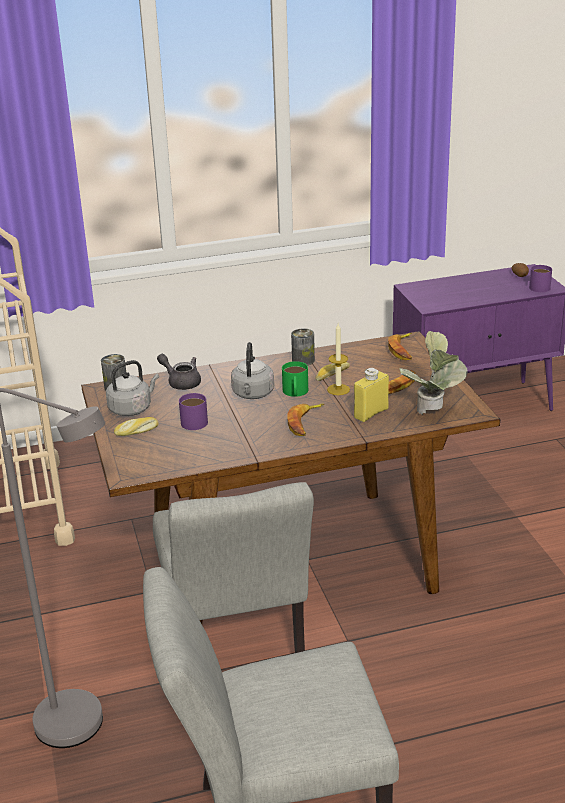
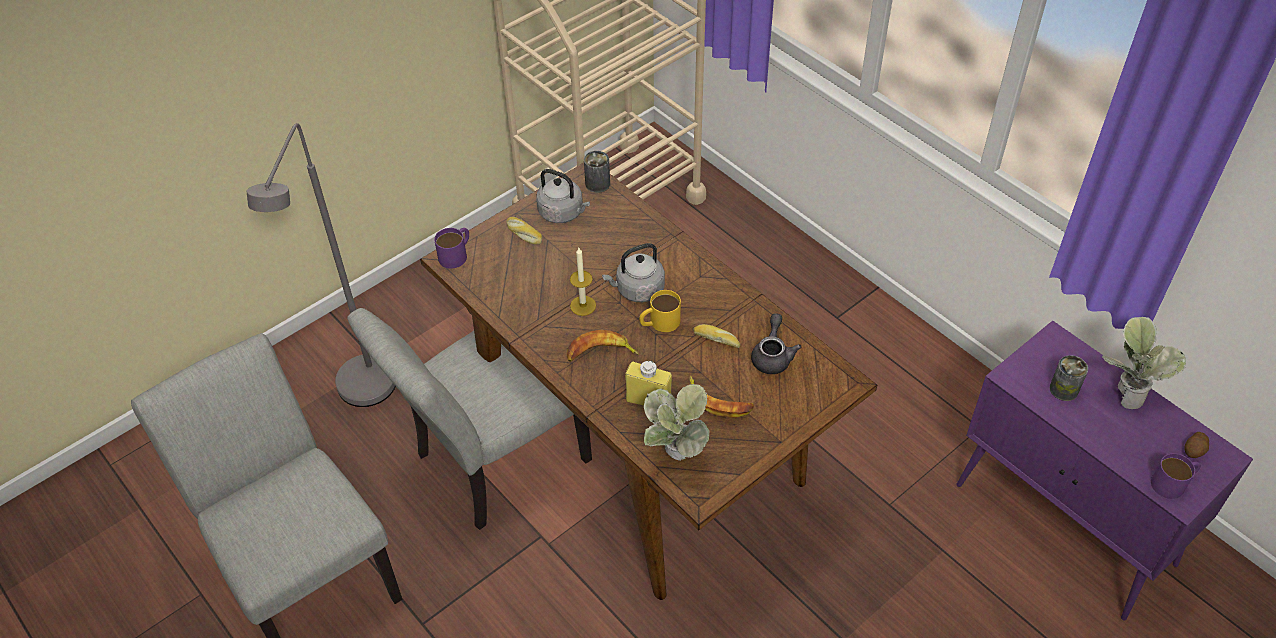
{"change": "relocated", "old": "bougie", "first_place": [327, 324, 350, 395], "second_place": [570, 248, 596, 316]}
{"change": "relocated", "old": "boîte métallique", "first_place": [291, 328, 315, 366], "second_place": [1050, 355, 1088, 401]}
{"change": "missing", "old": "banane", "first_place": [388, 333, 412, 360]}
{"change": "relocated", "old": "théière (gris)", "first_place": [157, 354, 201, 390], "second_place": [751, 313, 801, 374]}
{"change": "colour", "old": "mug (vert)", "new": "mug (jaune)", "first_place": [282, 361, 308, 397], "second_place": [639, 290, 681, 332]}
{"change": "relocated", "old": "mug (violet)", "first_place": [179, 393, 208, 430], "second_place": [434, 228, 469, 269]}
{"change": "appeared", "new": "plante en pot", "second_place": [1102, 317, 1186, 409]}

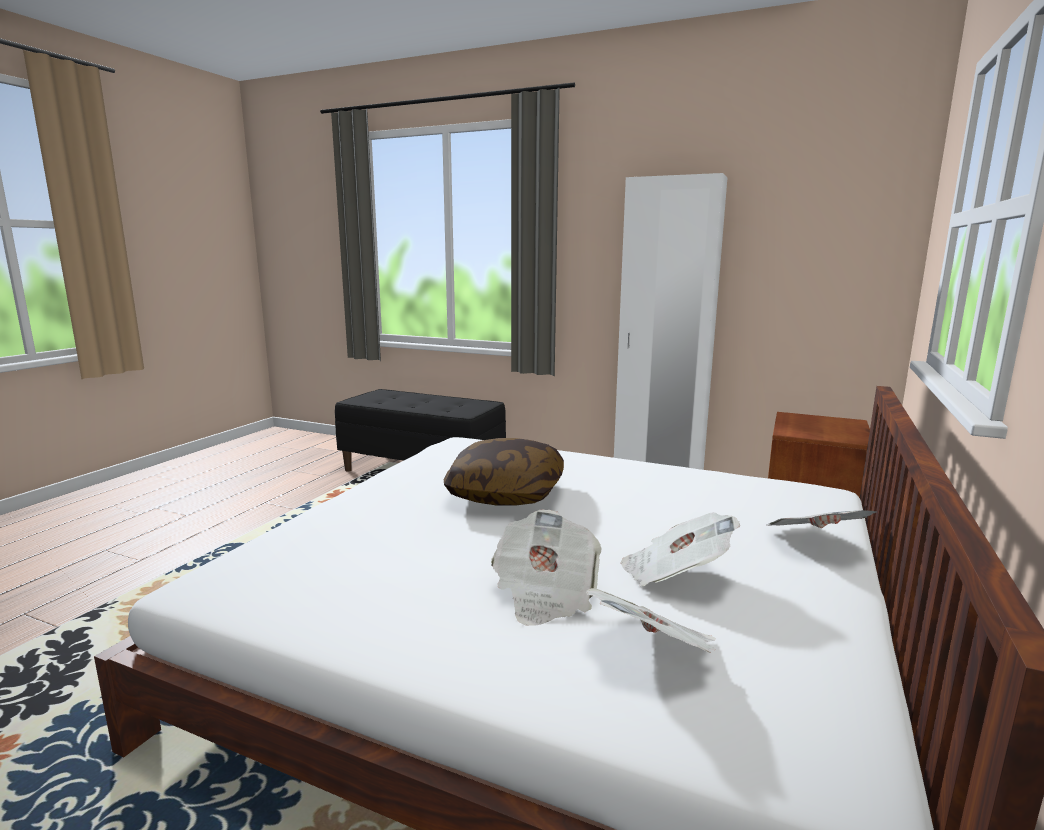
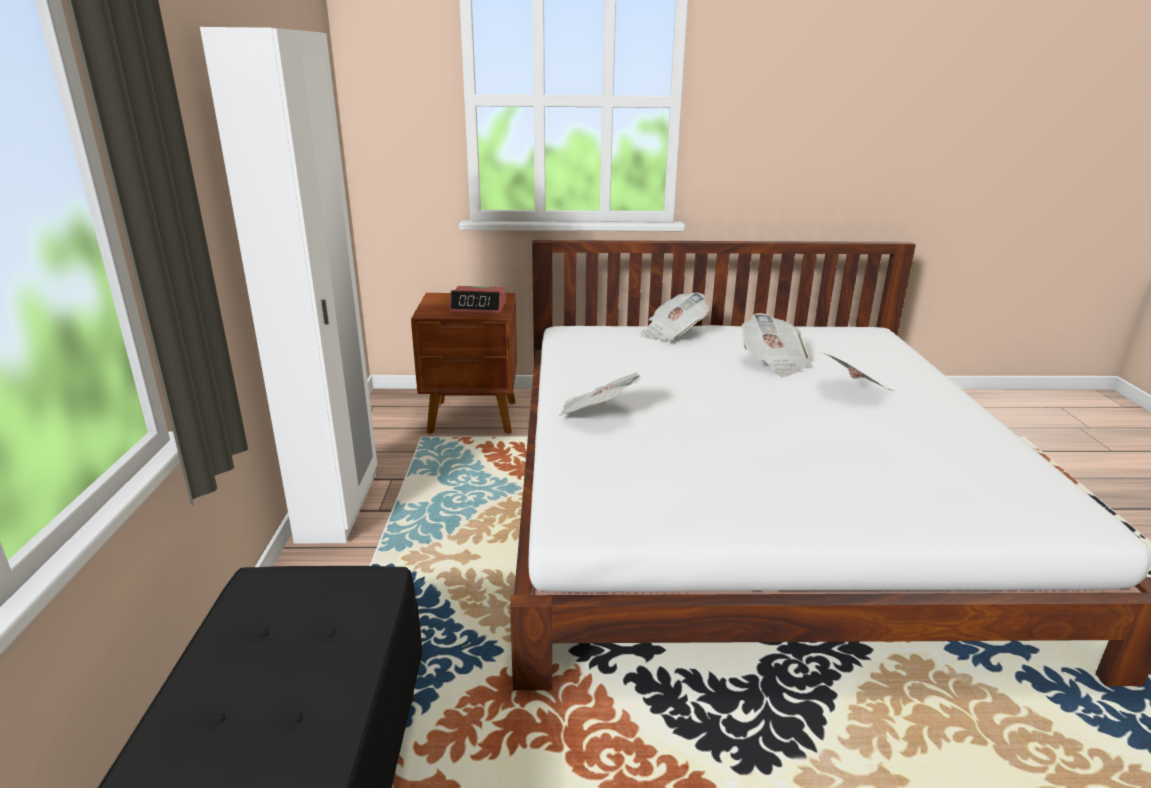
{"change": "missing", "old": "coussin", "first_place": [444, 438, 564, 506]}
{"change": "relocated", "old": "journal", "first_place": [586, 588, 716, 652], "second_place": [559, 372, 641, 416]}
{"change": "appeared", "new": "réveil", "second_place": [449, 286, 506, 314]}

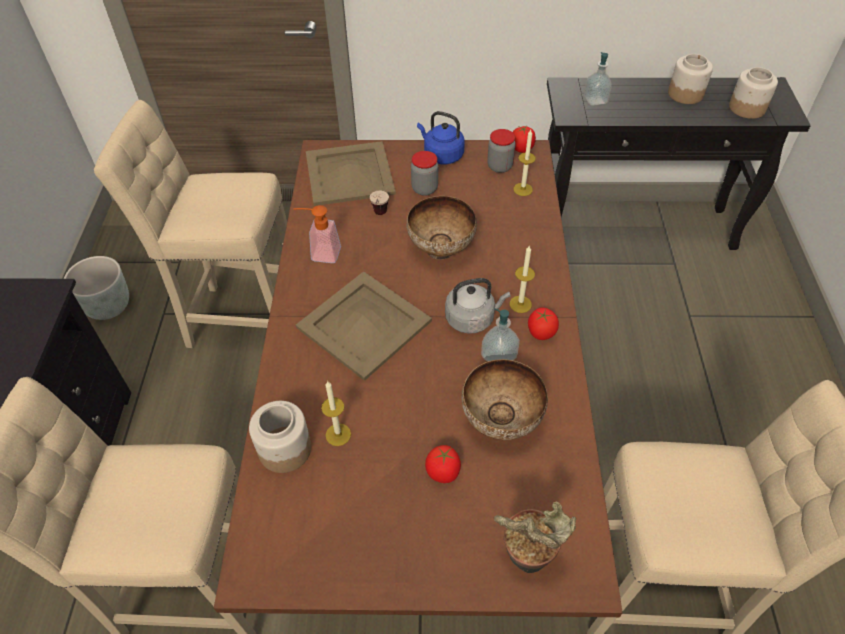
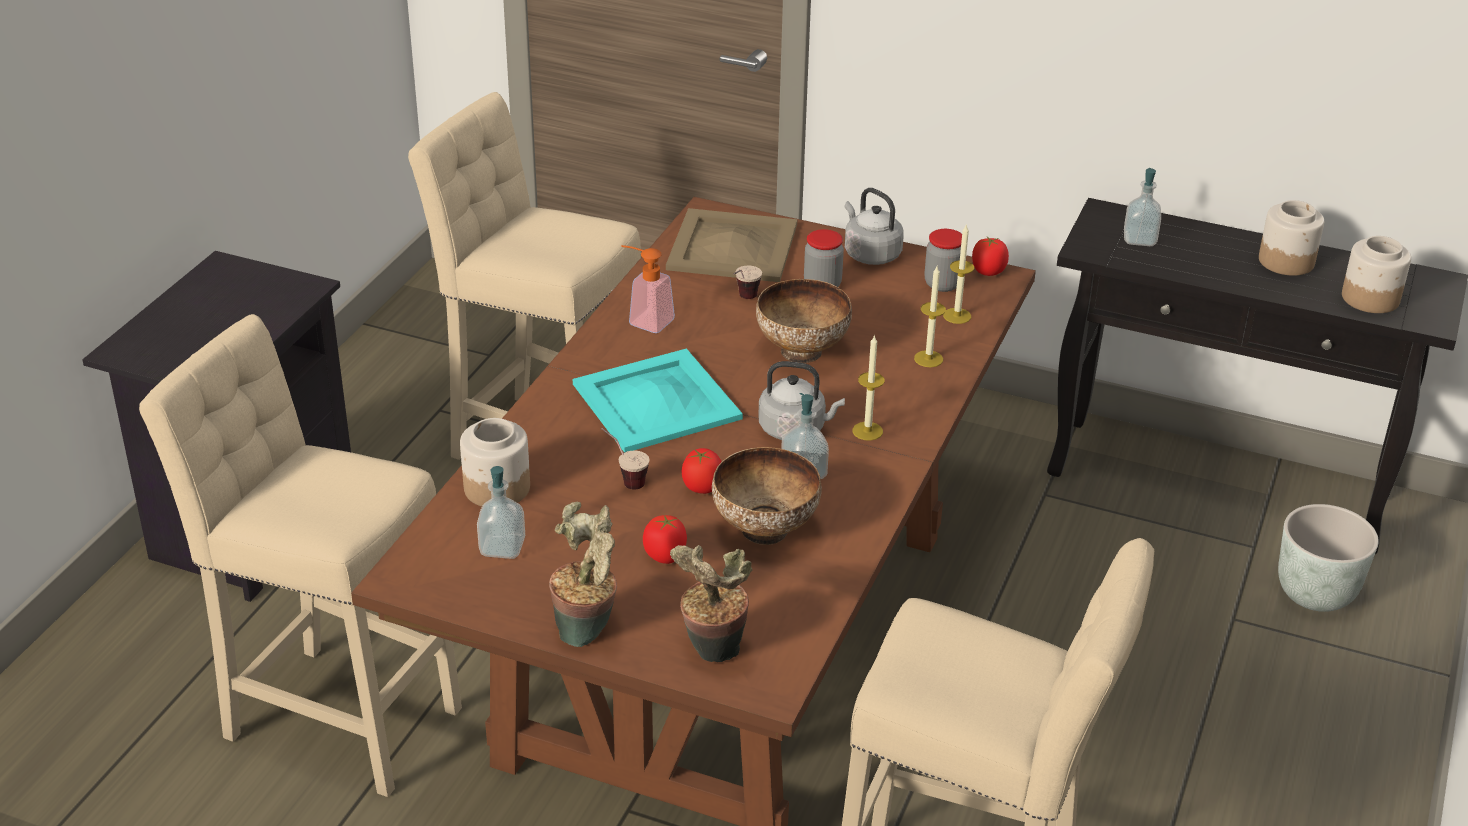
{"change": "colour", "old": "bouilloire (bleu)", "new": "bouilloire (gris)", "first_place": [417, 111, 465, 164], "second_place": [845, 188, 904, 265]}
{"change": "relocated", "old": "cache-pot (gris)", "first_place": [64, 256, 129, 320], "second_place": [1278, 504, 1379, 612]}
{"change": "colour", "old": "plateau (beige)", "new": "plateau (turquoise)", "first_place": [296, 271, 432, 381], "second_place": [573, 348, 743, 453]}
{"change": "relocated", "old": "tomate", "first_place": [528, 308, 559, 340], "second_place": [682, 448, 722, 494]}
{"change": "relocated", "old": "bougie", "first_place": [321, 381, 351, 446], "second_place": [914, 266, 946, 367]}
{"change": "appeared", "new": "tasse", "second_place": [601, 428, 649, 489]}
{"change": "appeared", "new": "distributeur de savon", "second_place": [477, 466, 525, 559]}
{"change": "appeared", "new": "plante en pot", "second_place": [549, 502, 617, 647]}

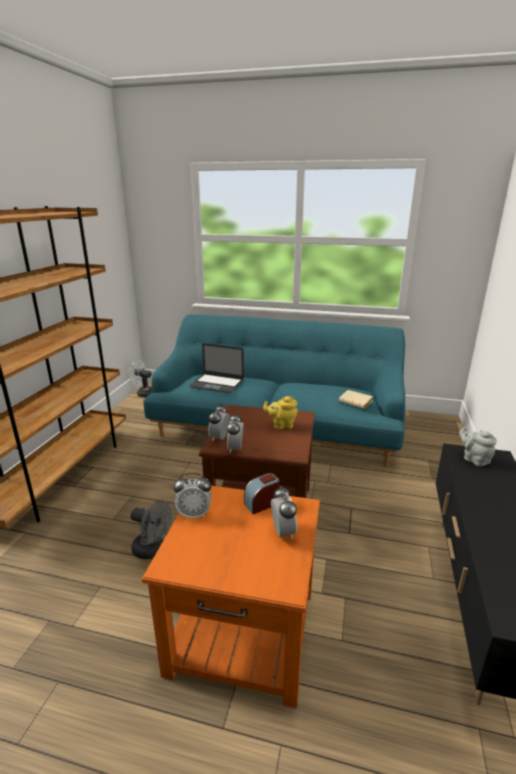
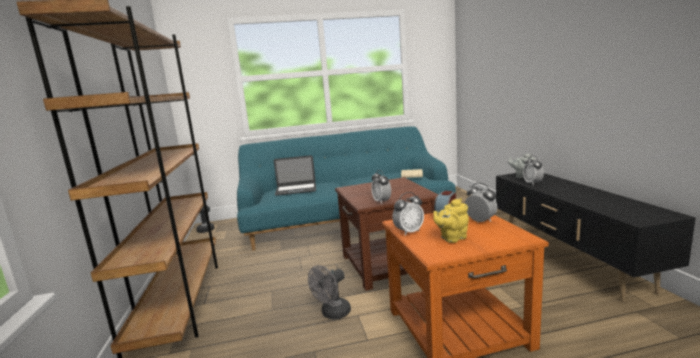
{"change": "relocated", "old": "théière (jaune)", "first_place": [263, 396, 298, 430], "second_place": [433, 198, 469, 243]}
{"change": "relocated", "old": "réveil", "first_place": [208, 403, 230, 441], "second_place": [523, 156, 544, 185]}
{"change": "spun", "old": "ventilateur (gris)", "first_place": [131, 500, 172, 559], "second_place": [308, 265, 351, 320], "degrees": 135}

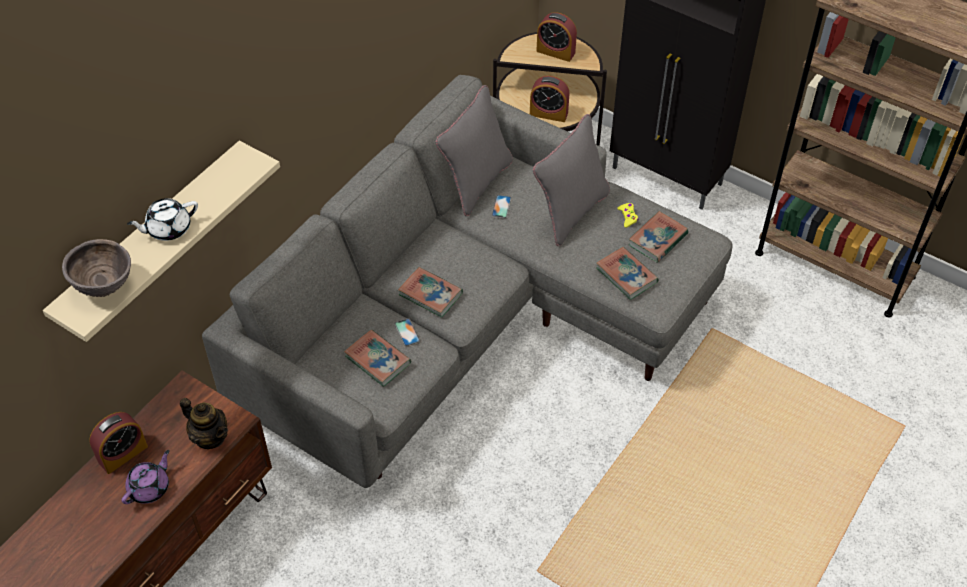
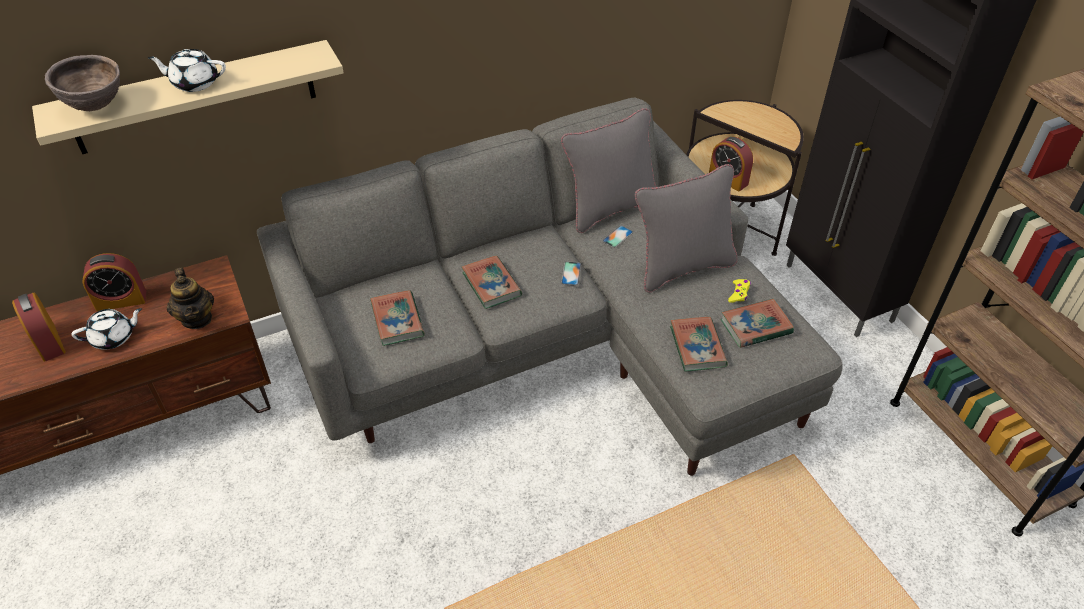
{"change": "relocated", "old": "réveil", "first_place": [537, 12, 577, 62], "second_place": [12, 293, 66, 362]}
{"change": "relocated", "old": "téléphone", "first_place": [395, 318, 420, 346], "second_place": [561, 262, 581, 286]}
{"change": "colour", "old": "théière (violet)", "new": "théière (blanc)", "first_place": [121, 450, 170, 504], "second_place": [71, 308, 142, 350]}

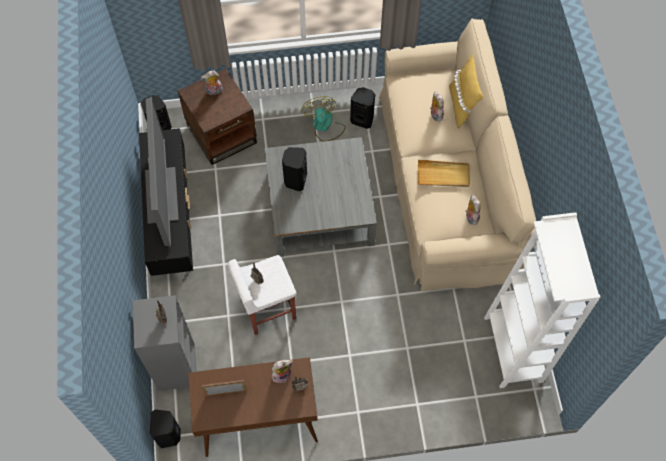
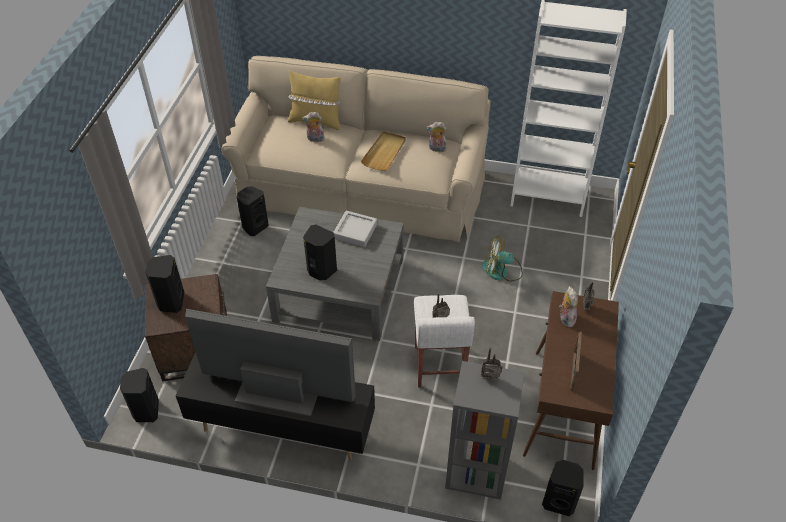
{"change": "exchanged", "old": "peluche", "new": "enceinte (noir)", "first_place": [200, 70, 223, 95], "second_place": [145, 255, 184, 313]}
{"change": "relocated", "old": "ventilateur", "first_place": [302, 96, 346, 141], "second_place": [482, 236, 523, 281]}
{"change": "appeared", "new": "plateau (gris)", "second_place": [334, 211, 377, 247]}

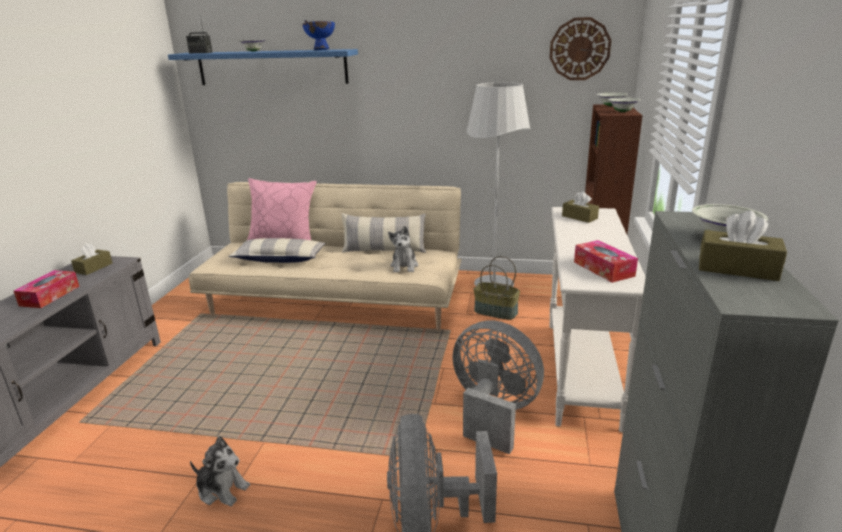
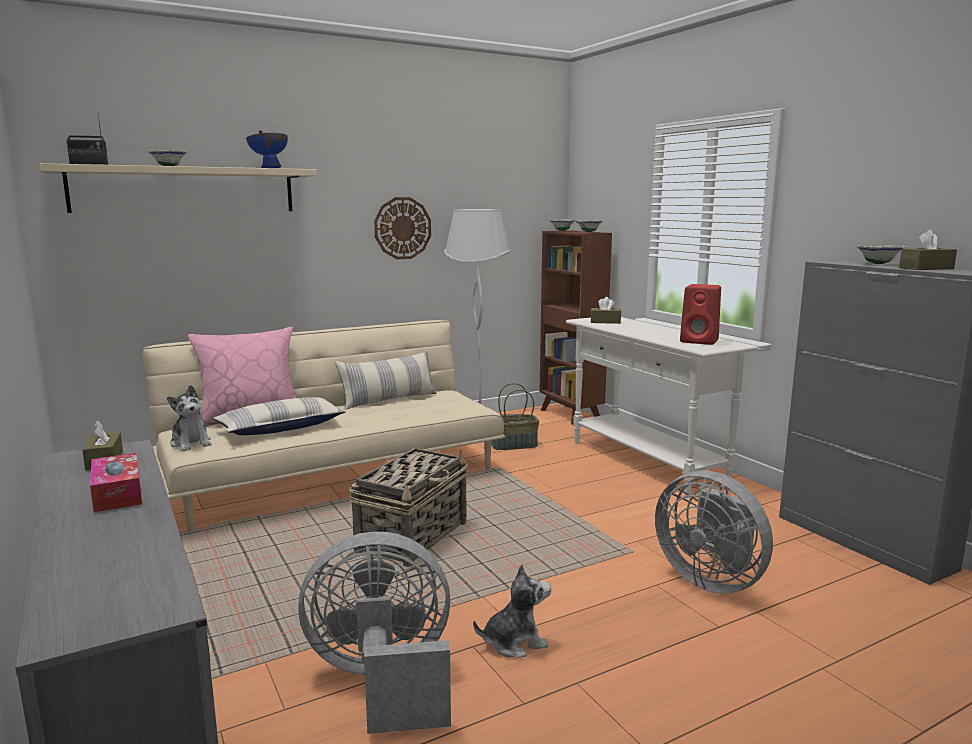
{"change": "relocated", "old": "horloge murale", "first_place": [550, 17, 611, 80], "second_place": [374, 197, 431, 259]}
{"change": "colour", "old": "étagère (bleu)", "new": "étagère (beige)", "first_place": [168, 49, 358, 85], "second_place": [39, 163, 317, 213]}
{"change": "relocated", "old": "peluche", "first_place": [388, 226, 418, 273], "second_place": [167, 385, 211, 451]}
{"change": "exchanged", "old": "boîte à mouchoirs", "new": "enceinte (rouge)", "first_place": [574, 240, 638, 283], "second_place": [680, 284, 721, 345]}
{"change": "relocated", "old": "ventilateur (gris)", "first_place": [452, 321, 544, 454], "second_place": [298, 531, 451, 734]}
{"change": "appeared", "new": "panier", "second_place": [349, 448, 468, 567]}

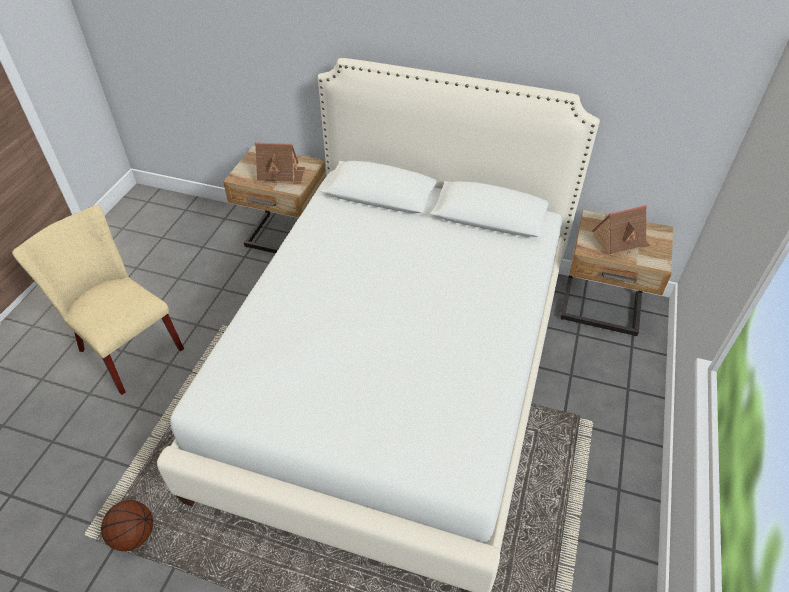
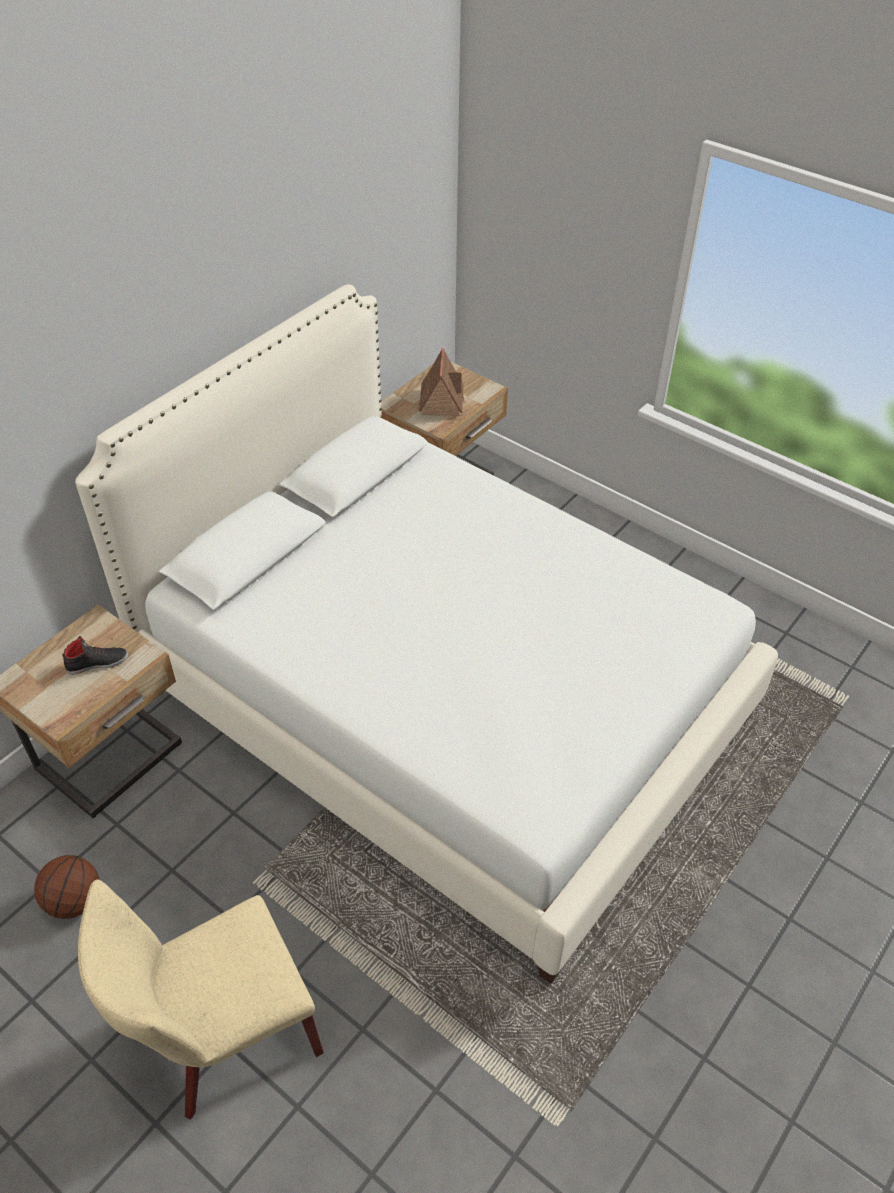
{"change": "exchanged", "old": "maison miniature", "new": "chaussure (noir)", "first_place": [255, 142, 305, 185], "second_place": [62, 636, 128, 675]}
{"change": "relocated", "old": "ballon de basket", "first_place": [101, 500, 153, 551], "second_place": [34, 855, 99, 919]}

